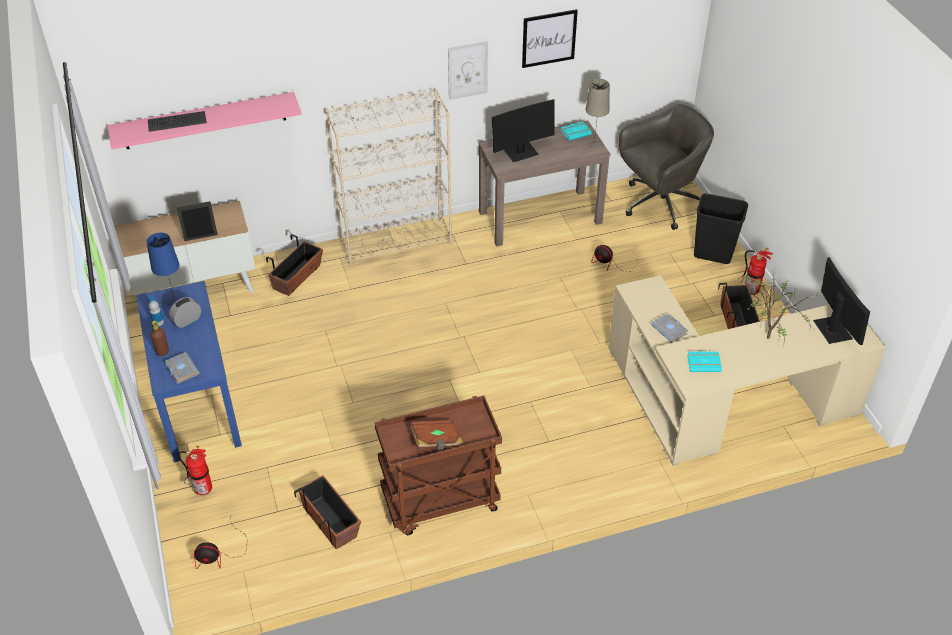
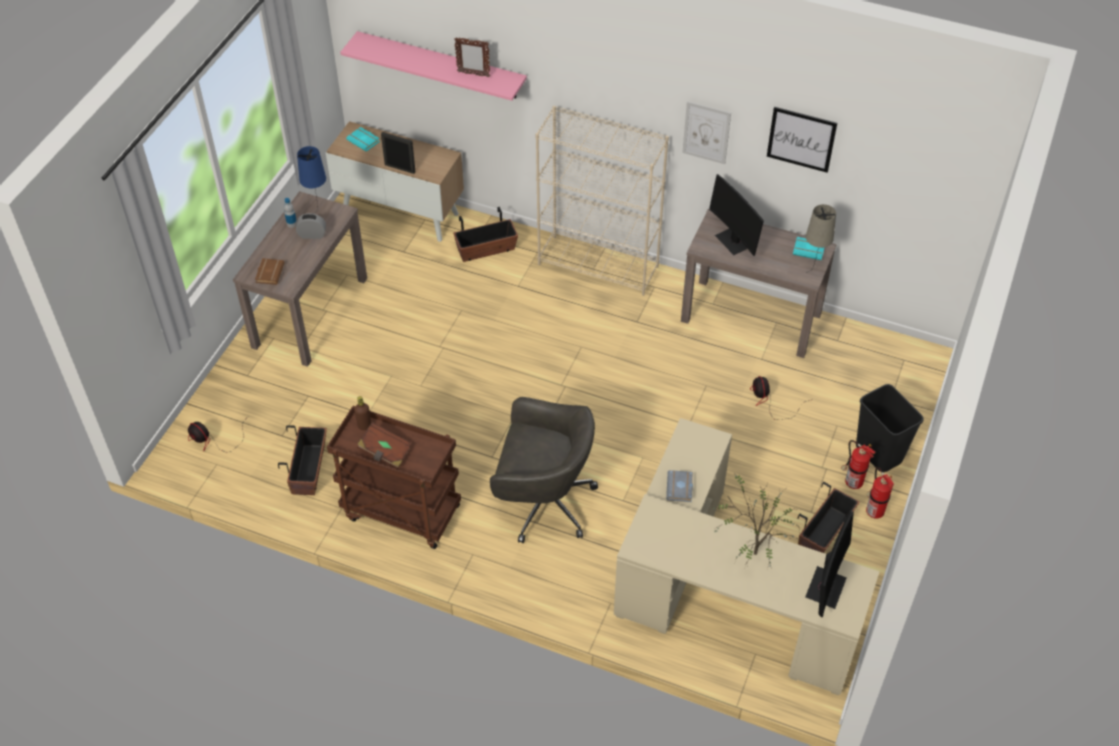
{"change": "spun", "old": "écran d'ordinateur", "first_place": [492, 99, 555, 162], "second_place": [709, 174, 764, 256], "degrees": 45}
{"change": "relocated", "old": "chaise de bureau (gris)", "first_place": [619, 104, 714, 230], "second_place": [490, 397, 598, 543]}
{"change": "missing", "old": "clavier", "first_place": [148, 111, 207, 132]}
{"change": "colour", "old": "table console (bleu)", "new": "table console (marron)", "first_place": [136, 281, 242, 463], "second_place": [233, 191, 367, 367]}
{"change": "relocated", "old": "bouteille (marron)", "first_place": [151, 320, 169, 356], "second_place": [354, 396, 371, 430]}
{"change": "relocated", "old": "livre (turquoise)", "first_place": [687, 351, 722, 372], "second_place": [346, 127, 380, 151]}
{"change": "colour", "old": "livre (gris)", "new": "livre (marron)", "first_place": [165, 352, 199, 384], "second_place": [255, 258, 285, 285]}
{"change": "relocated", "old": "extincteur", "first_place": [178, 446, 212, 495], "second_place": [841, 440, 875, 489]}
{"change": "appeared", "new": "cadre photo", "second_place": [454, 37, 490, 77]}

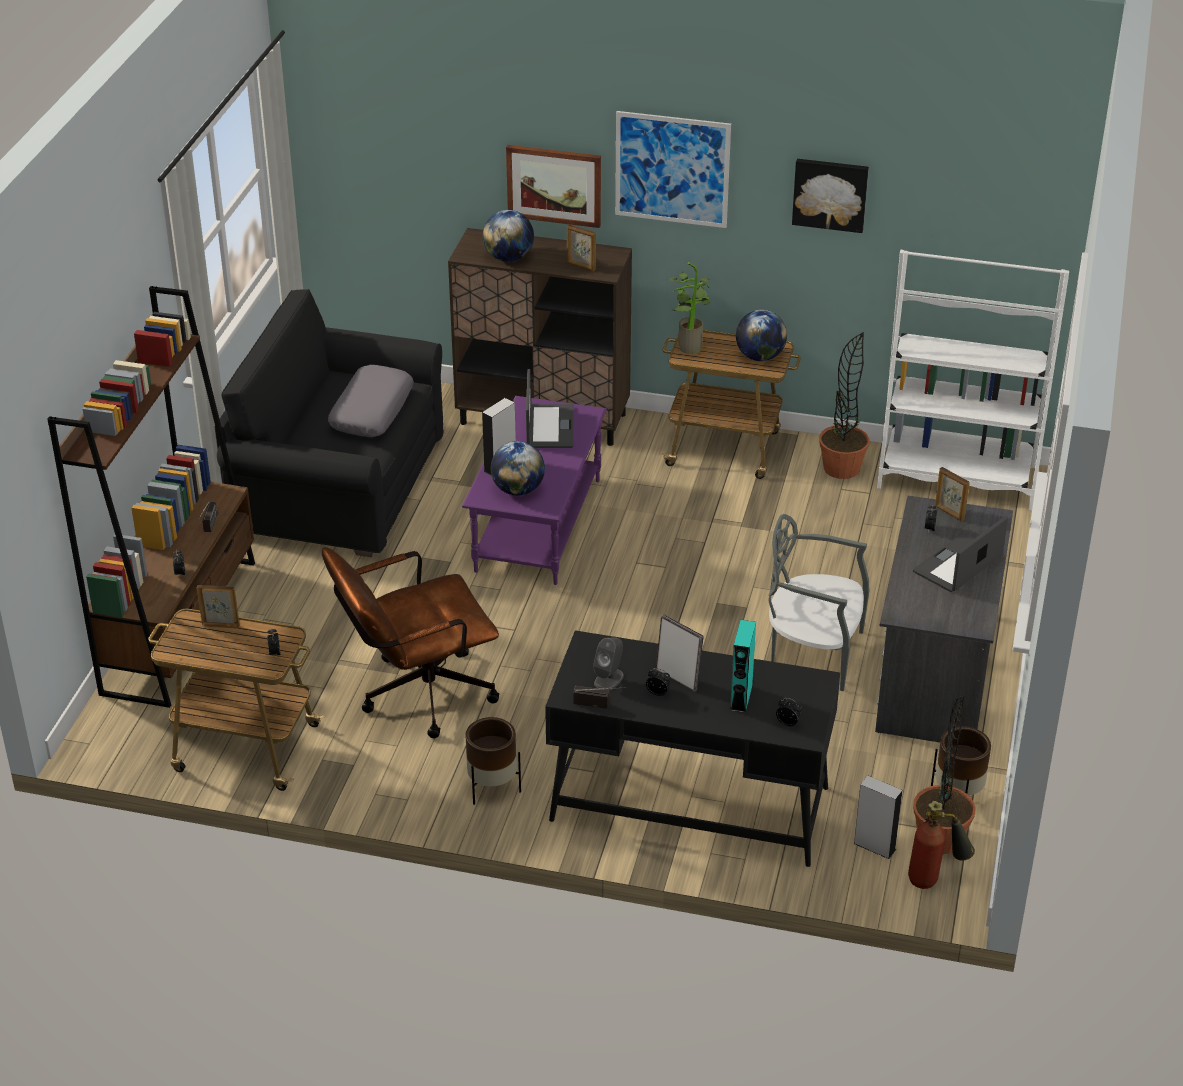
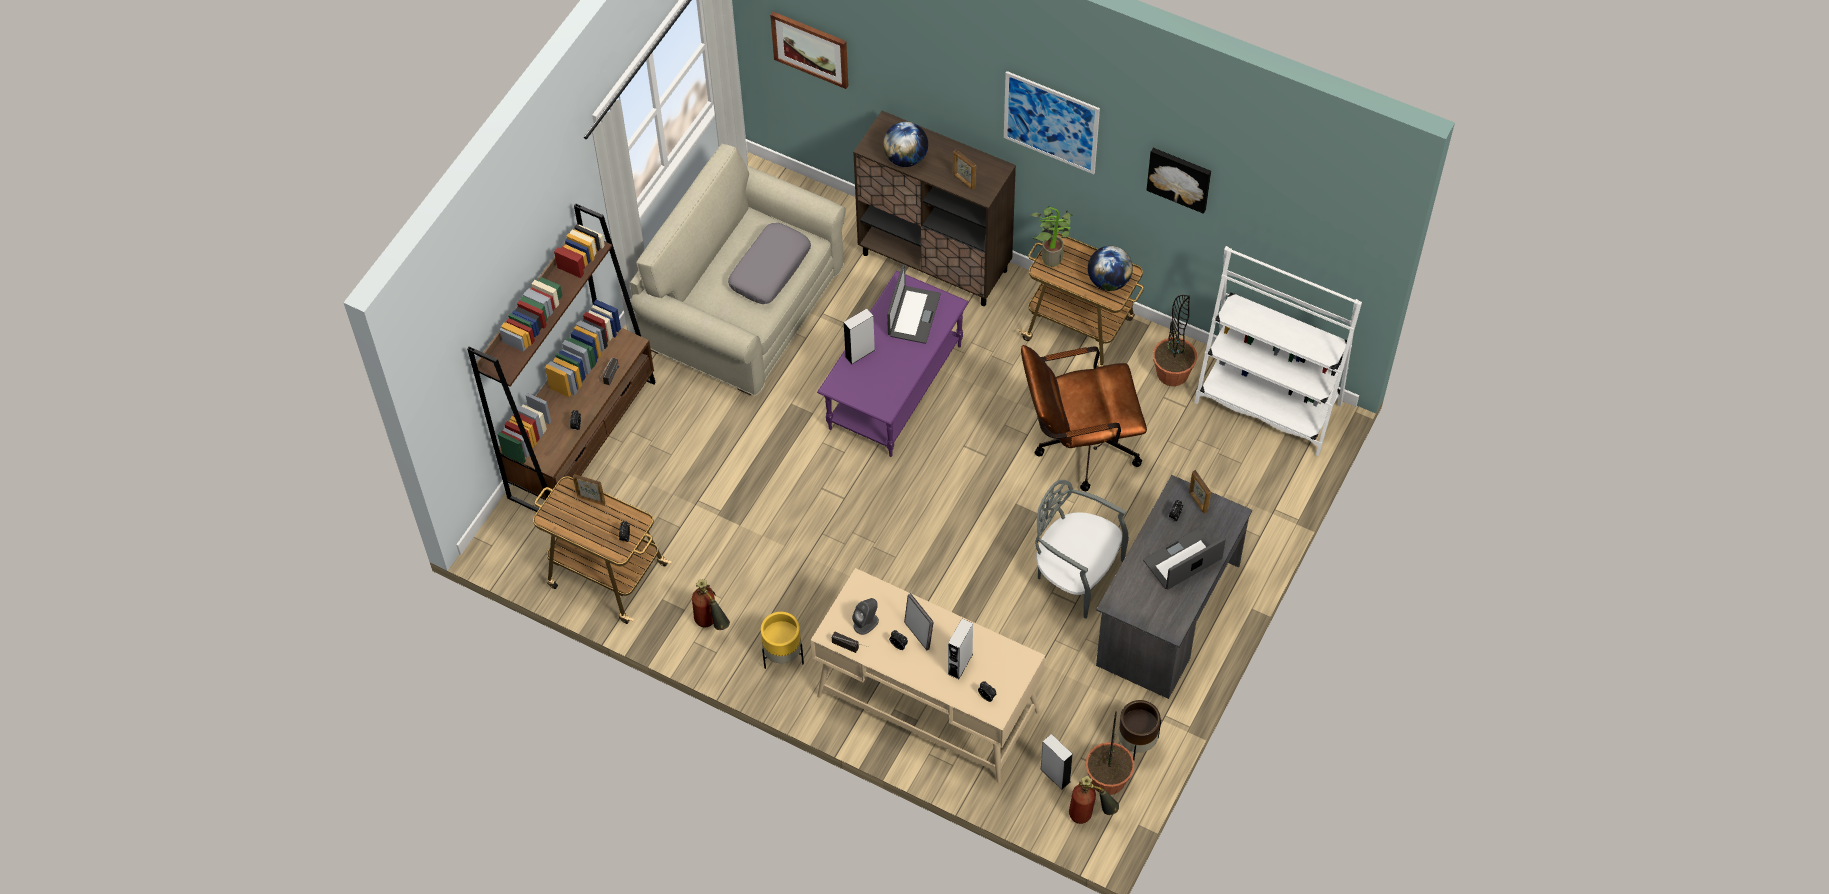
{"change": "relocated", "old": "tableau", "first_place": [506, 145, 601, 228], "second_place": [770, 12, 848, 89]}
{"change": "colour", "old": "canapé (noir)", "new": "canapé (beige)", "first_place": [214, 289, 444, 557], "second_place": [630, 143, 846, 396]}
{"change": "missing", "old": "globe", "first_place": [491, 441, 545, 496]}
{"change": "relocated", "old": "chaise de bureau (marron)", "first_place": [322, 547, 499, 738], "second_place": [1021, 345, 1147, 491]}
{"change": "colour", "old": "enceinte (turquoise)", "new": "enceinte (gris)", "first_place": [730, 620, 756, 713], "second_place": [947, 619, 973, 679]}
{"change": "colour", "old": "bureau (noir)", "new": "bureau (beige)", "first_place": [545, 630, 840, 867], "second_place": [811, 568, 1045, 783]}
{"change": "colour", "old": "cache-pot (marron)", "new": "cache-pot (jaune)", "first_place": [465, 717, 521, 805], "second_place": [761, 612, 804, 669]}
{"change": "appeared", "new": "extincteur", "second_place": [692, 579, 730, 630]}

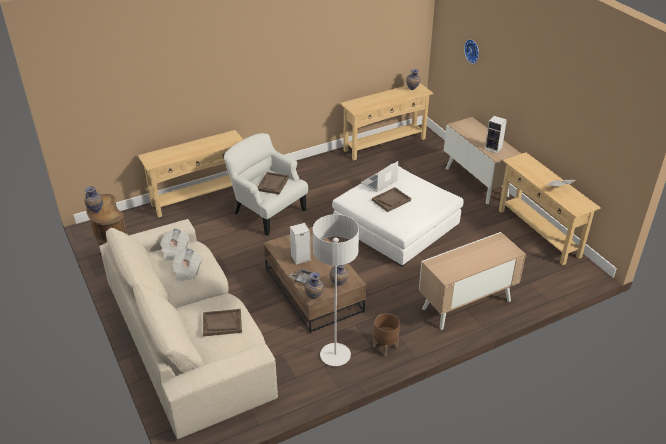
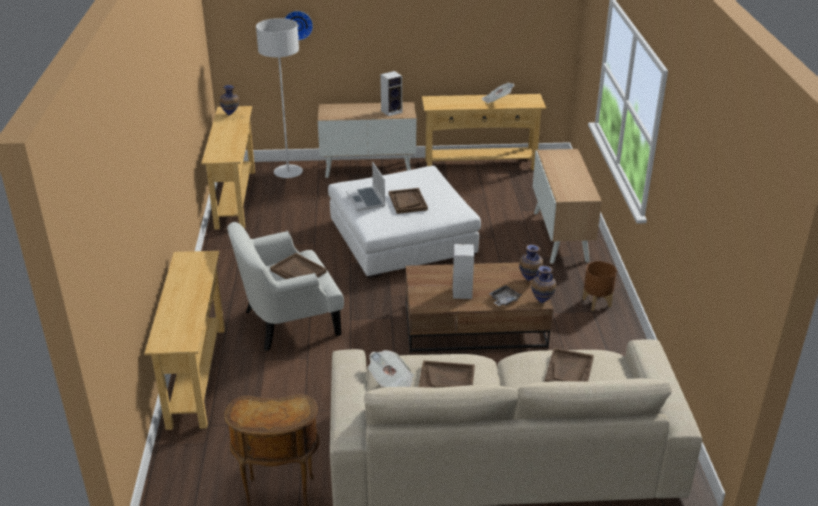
{"change": "missing", "old": "vase", "first_place": [84, 186, 103, 213]}
{"change": "relocated", "old": "lampadaire (gris)", "first_place": [313, 214, 359, 366], "second_place": [256, 18, 303, 178]}
{"change": "exchanged", "old": "journal", "new": "plateau (marron)", "first_place": [172, 248, 202, 282], "second_place": [418, 360, 475, 387]}

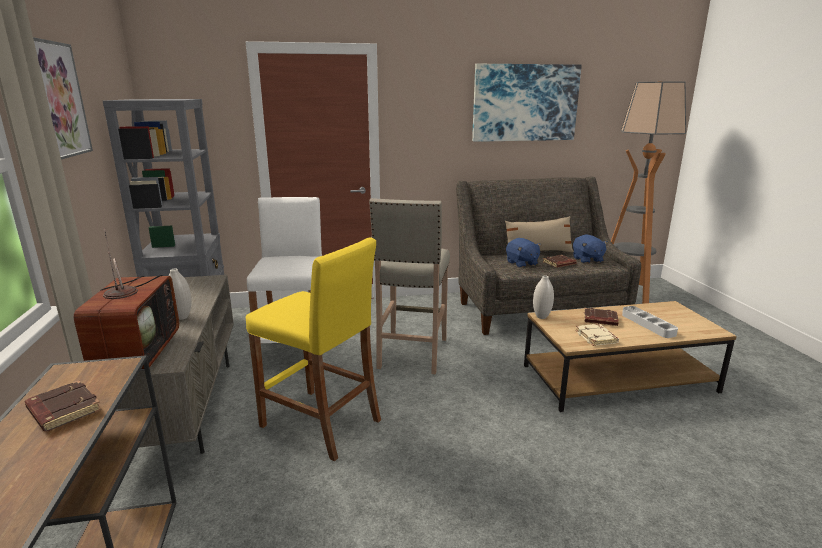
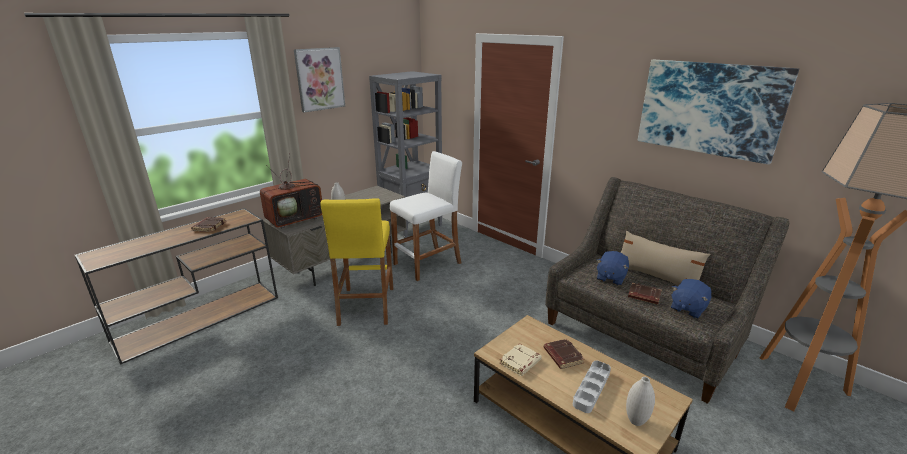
{"change": "missing", "old": "tabouret (beige)", "first_place": [369, 198, 450, 375]}
{"change": "relocated", "old": "vase (blanc)", "first_place": [533, 275, 554, 319], "second_place": [626, 377, 655, 426]}

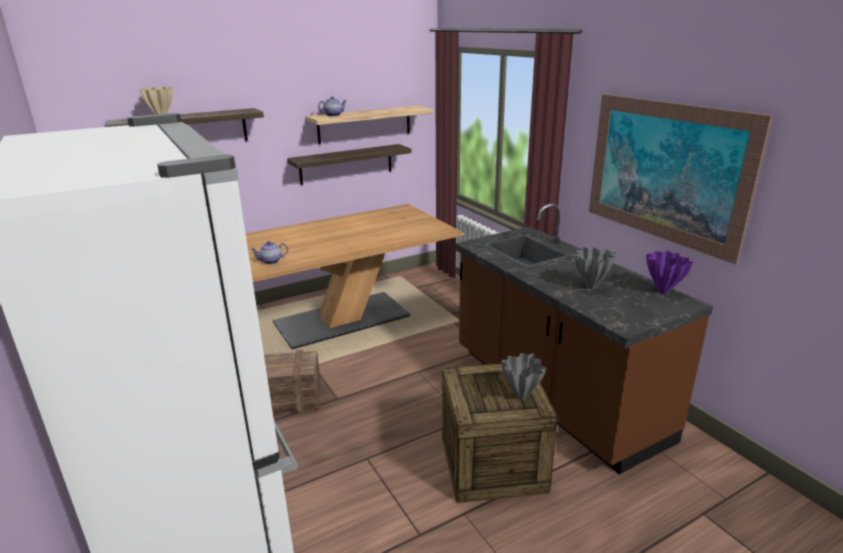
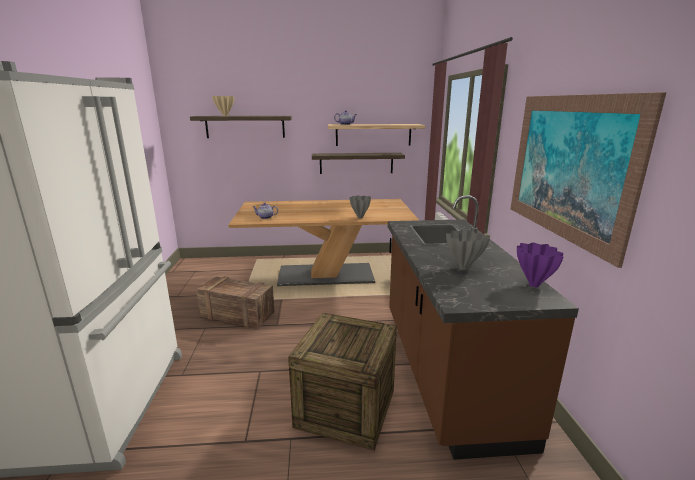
{"change": "relocated", "old": "vase (gris)", "first_place": [501, 353, 546, 400], "second_place": [349, 196, 371, 218]}

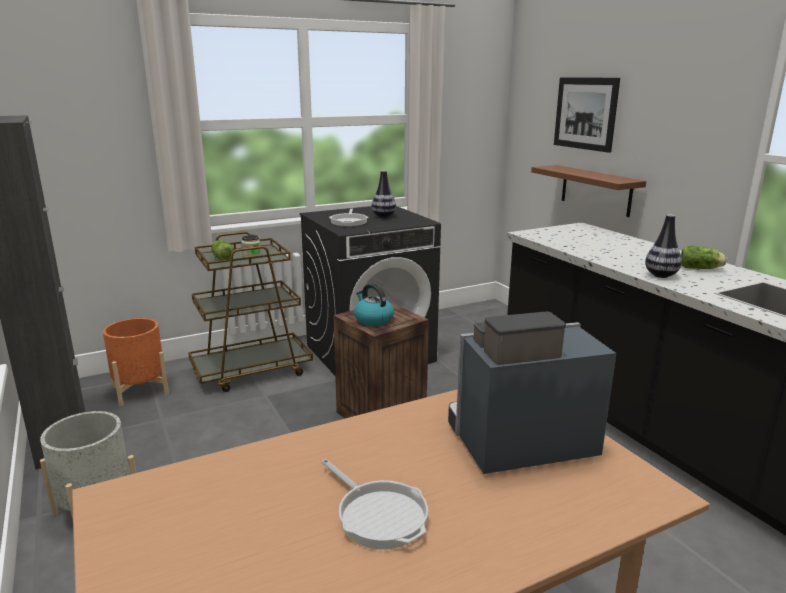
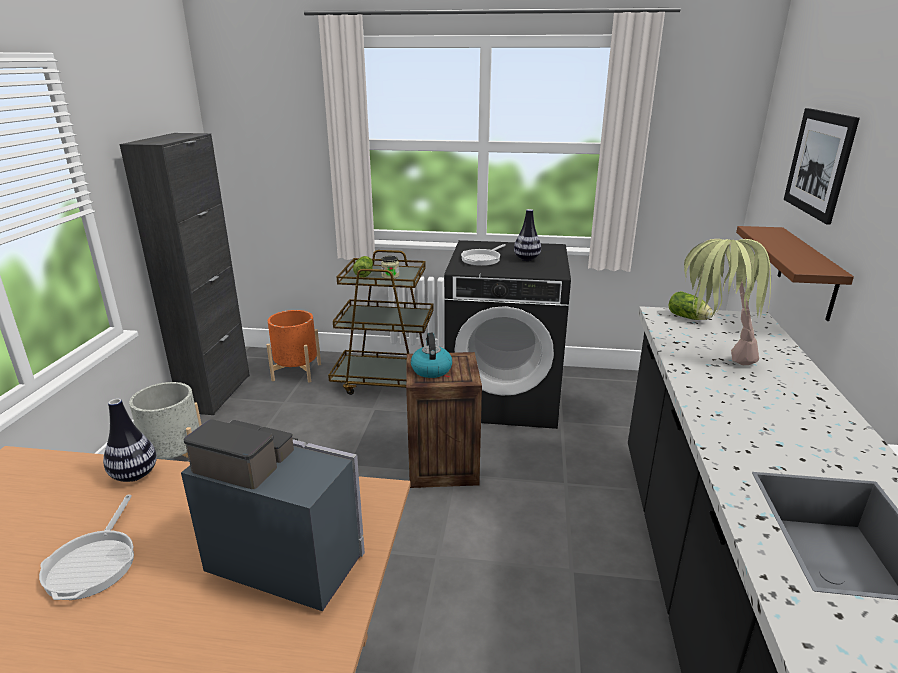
{"change": "relocated", "old": "vase", "first_place": [645, 214, 682, 278], "second_place": [103, 398, 157, 482]}
{"change": "relocated", "old": "laitue", "first_place": [681, 245, 727, 269], "second_place": [669, 291, 713, 320]}
{"change": "appeared", "new": "plante en pot", "second_place": [684, 239, 771, 365]}

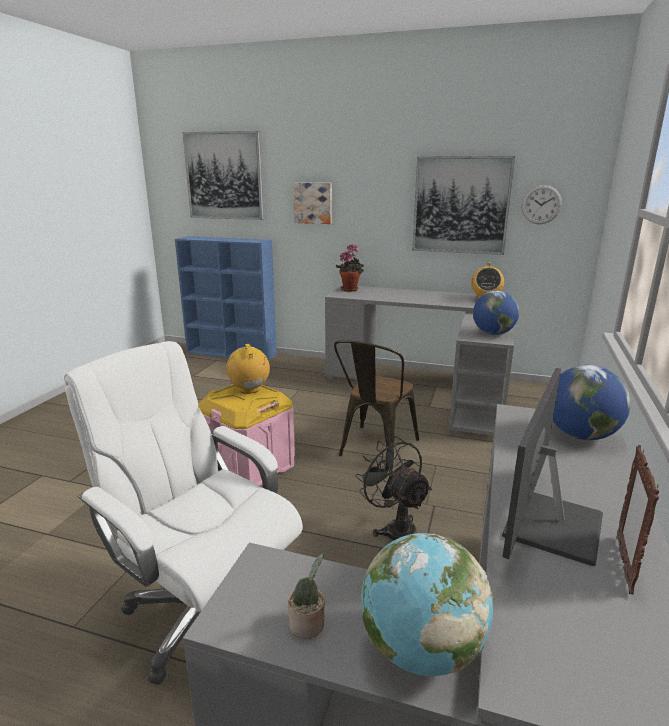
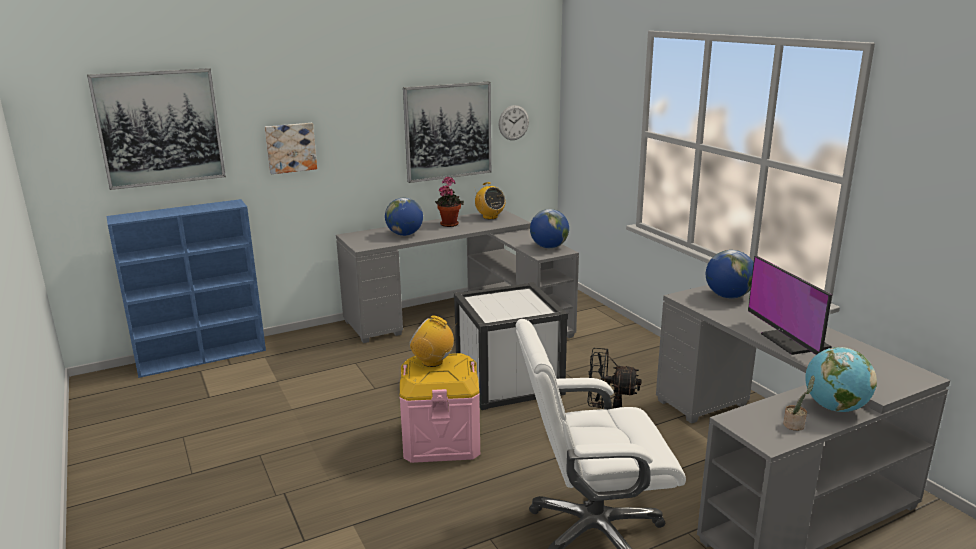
{"change": "relocated", "old": "plante en pot", "first_place": [336, 244, 364, 291], "second_place": [435, 176, 464, 227]}
{"change": "exchanged", "old": "chaise (marron)", "new": "boîte de rangement (blanc)", "first_place": [334, 340, 419, 469], "second_place": [454, 282, 568, 410]}
{"change": "missing", "old": "cadre photo", "first_place": [617, 445, 659, 595]}
{"change": "appeared", "new": "globe", "second_place": [385, 198, 423, 236]}

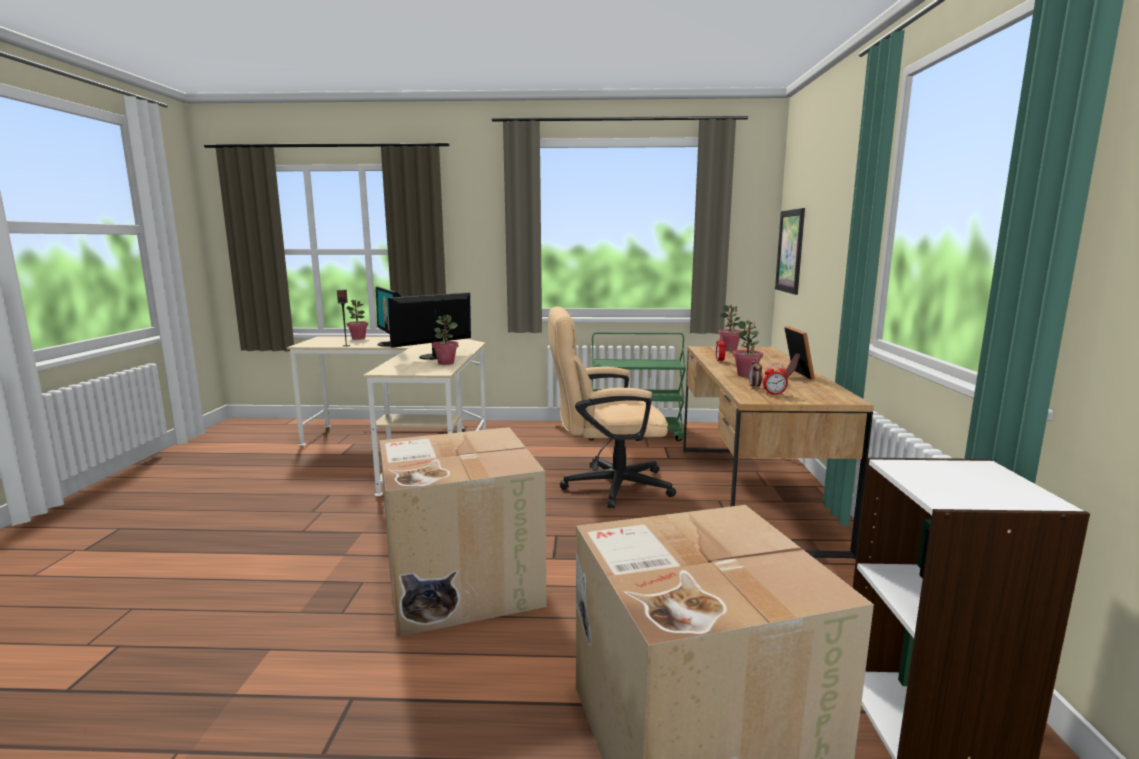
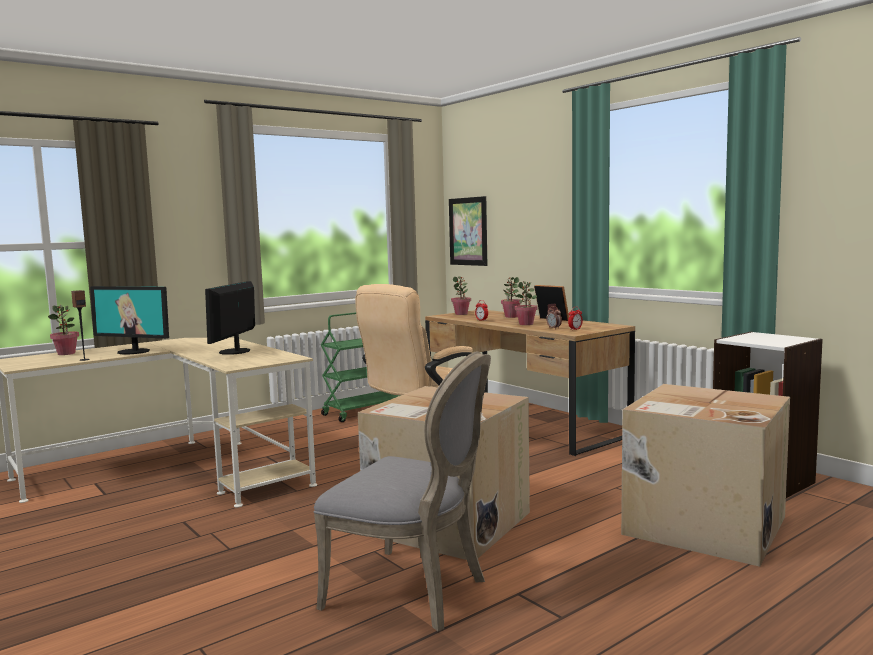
{"change": "relocated", "old": "plante en pot", "first_place": [432, 315, 458, 365], "second_place": [501, 277, 521, 318]}
{"change": "appeared", "new": "chaise (gris)", "second_place": [313, 352, 491, 631]}

